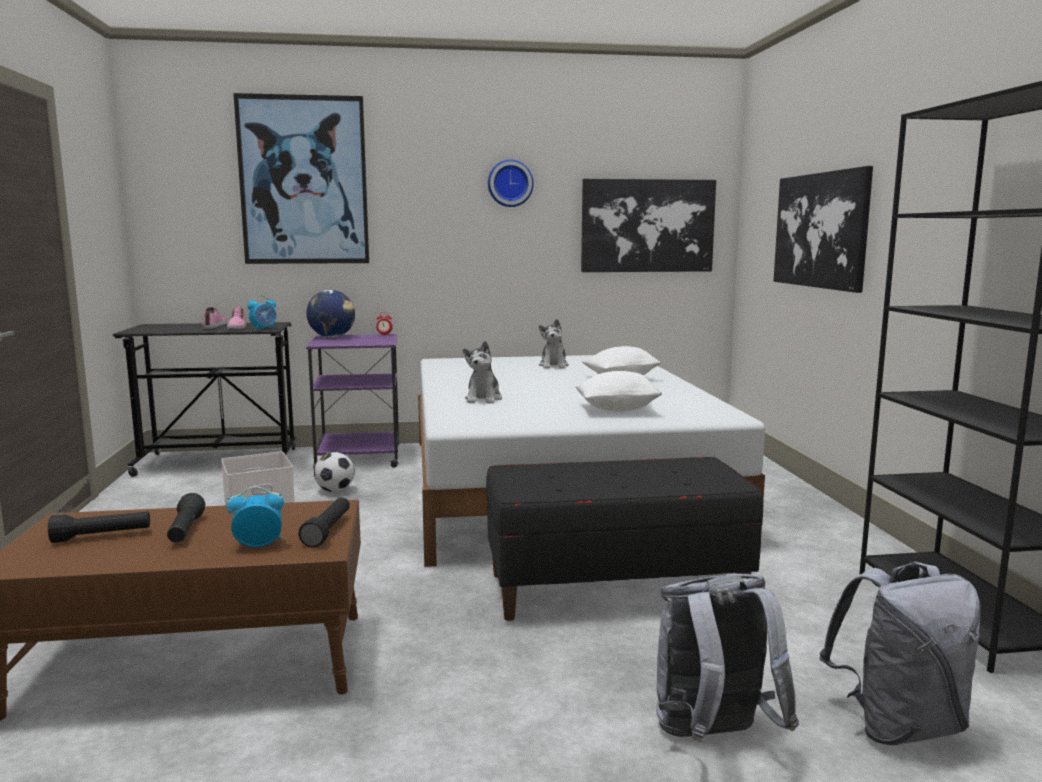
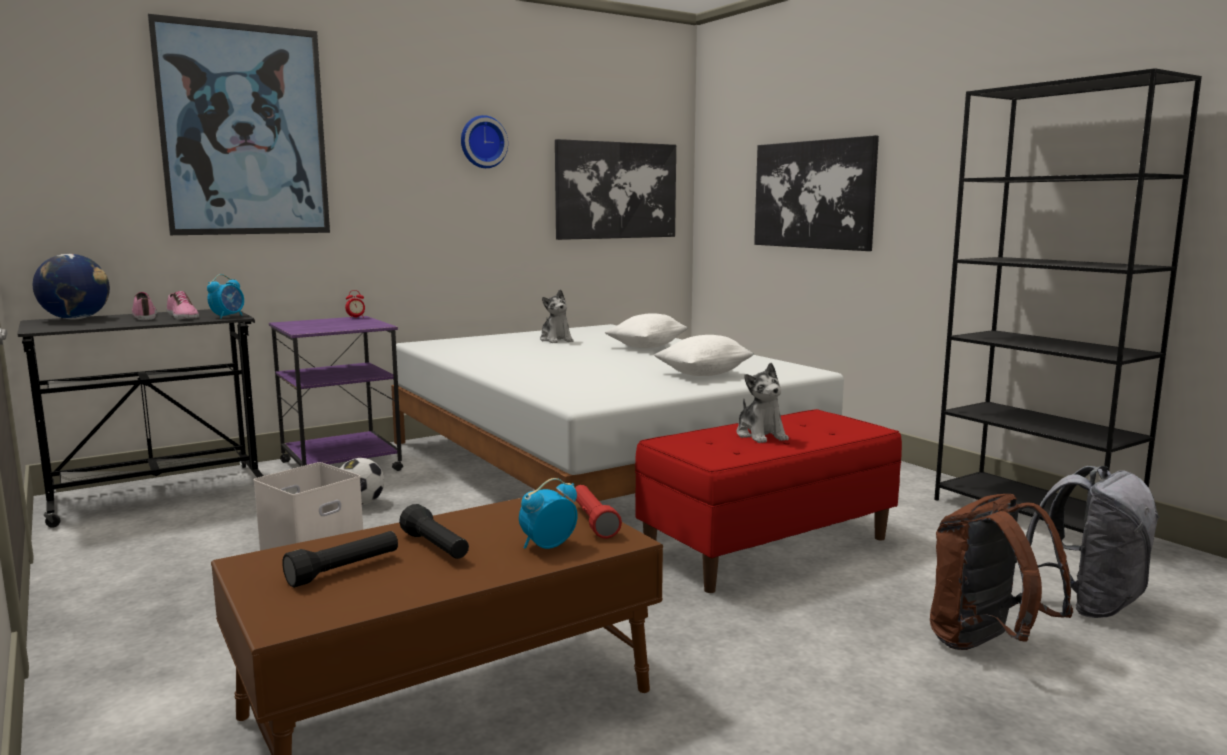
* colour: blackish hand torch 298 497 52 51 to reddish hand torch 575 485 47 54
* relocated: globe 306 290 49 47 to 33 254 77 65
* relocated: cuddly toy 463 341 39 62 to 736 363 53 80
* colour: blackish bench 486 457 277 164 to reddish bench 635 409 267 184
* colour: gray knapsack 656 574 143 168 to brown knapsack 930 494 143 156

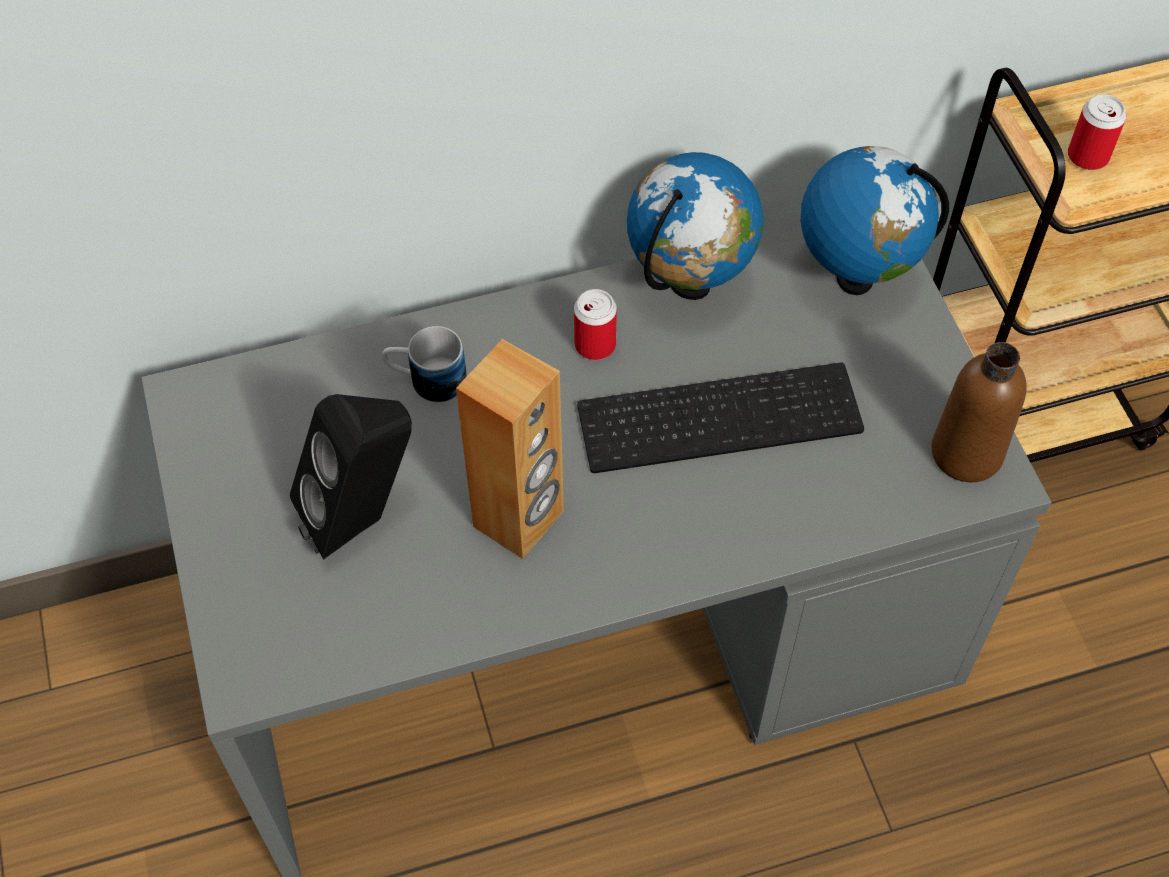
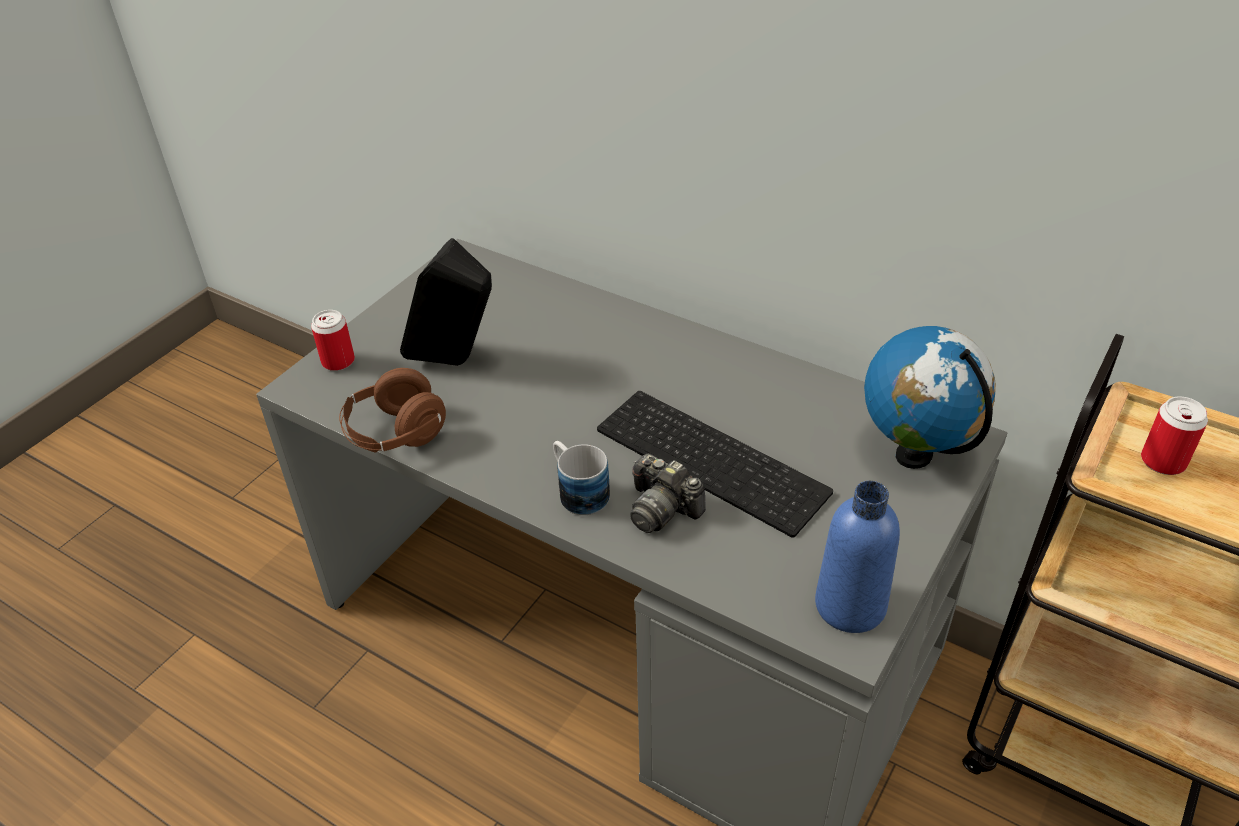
* relocated: tea mug 382 326 85 76 to 553 441 57 74
* missing: brown loudspeaker 456 339 108 220
* relocated: sealed can 574 289 43 71 to 311 310 44 61
* missing: globe 627 152 137 148
* colour: brown beverage bottle 931 342 96 140 to blue-coloured beverage bottle 815 481 85 152
* appeared: brown headphones 339 368 107 85
* appeared: still camera 630 453 76 80

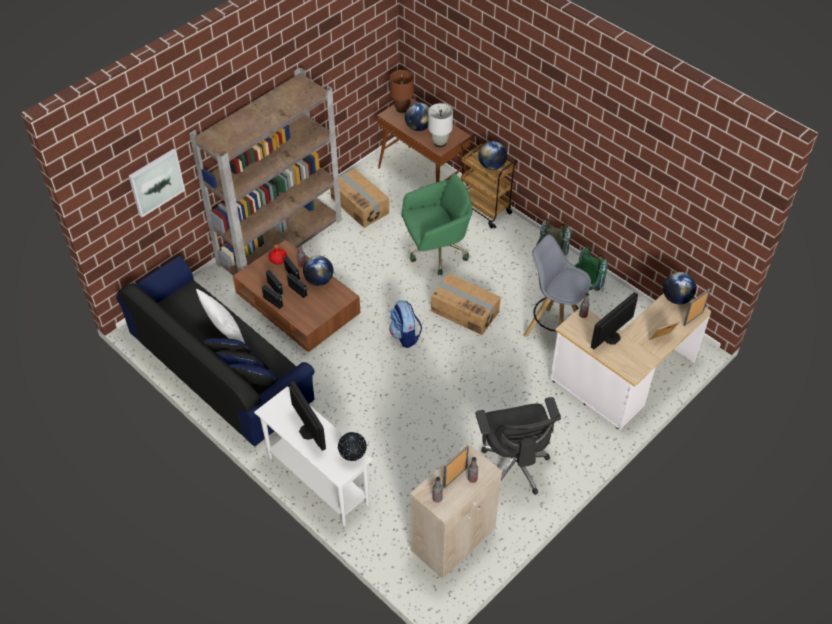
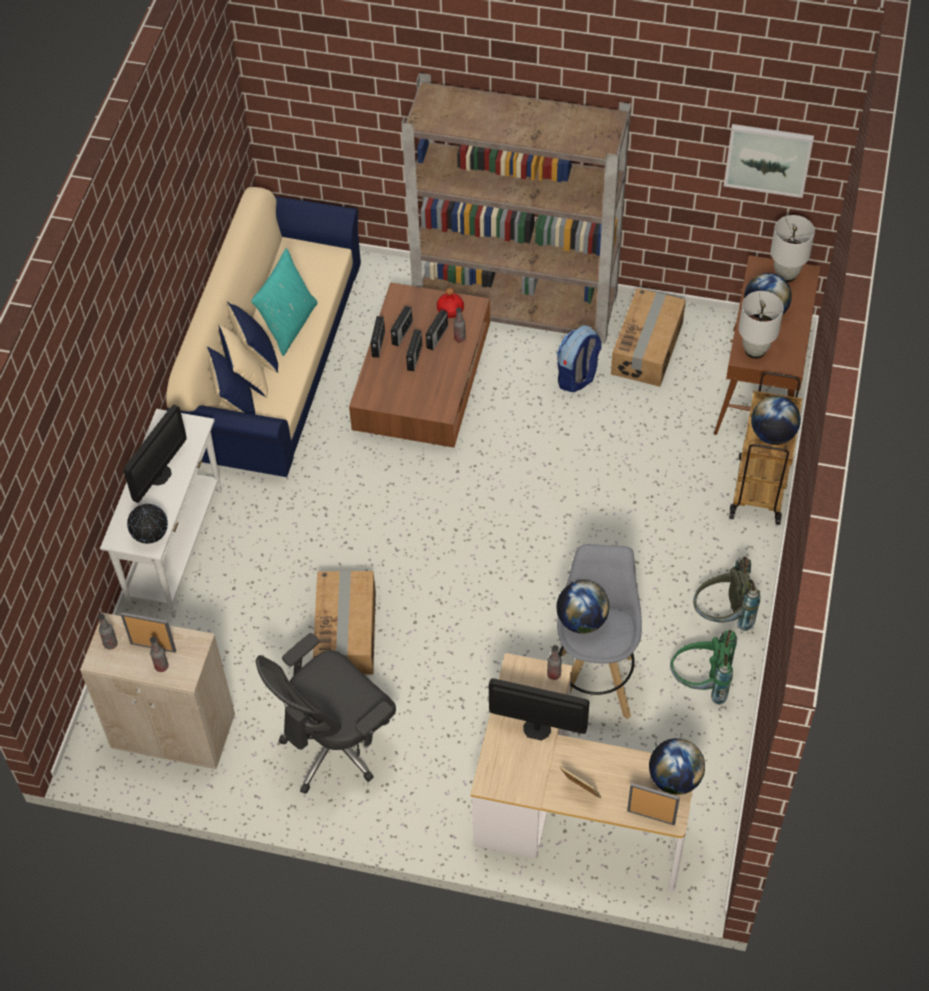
* colour: blackish sofa 116 256 199 191 to beige-coloured sofa 166 187 195 290
* relocated: wall art 129 149 56 68 to 724 124 90 74
* colour: white throw pillow 196 289 49 54 to turquoise-coloured throw pillow 251 248 67 108
* relocated: globe 303 256 30 30 to 556 581 53 53
* relocated: knapsack 389 300 33 48 to 557 325 45 67
* colour: brown lamp for a table 390 70 24 43 to white lamp for a table 771 215 44 67
* missing: greenish desk chair 401 174 72 101
* relocated: packing box 431 274 70 61 to 313 571 63 104

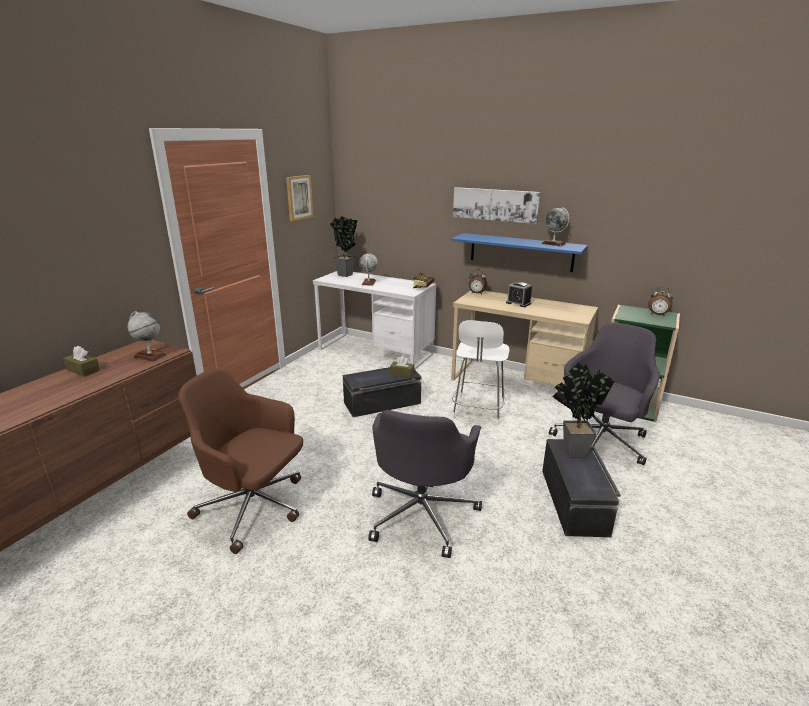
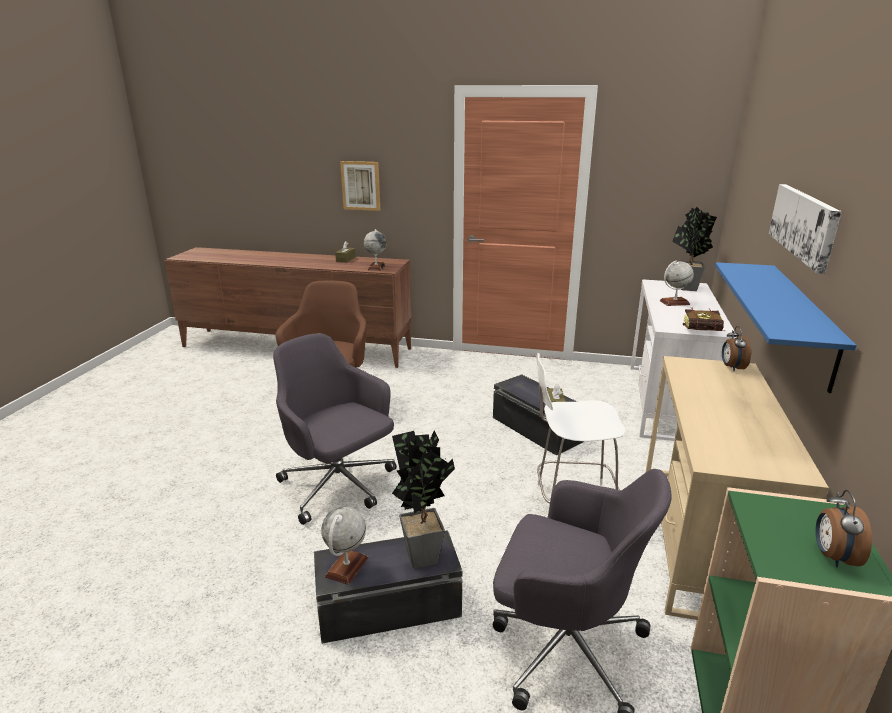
* relocated: wall art 286 175 27 46 to 340 161 40 50
* spun: gray desk chair 368 410 114 148 = 273 333 124 192 45 degrees clockwise
* missing: bedside clock 506 282 26 25
* relocated: globe 541 207 29 39 to 321 507 47 78

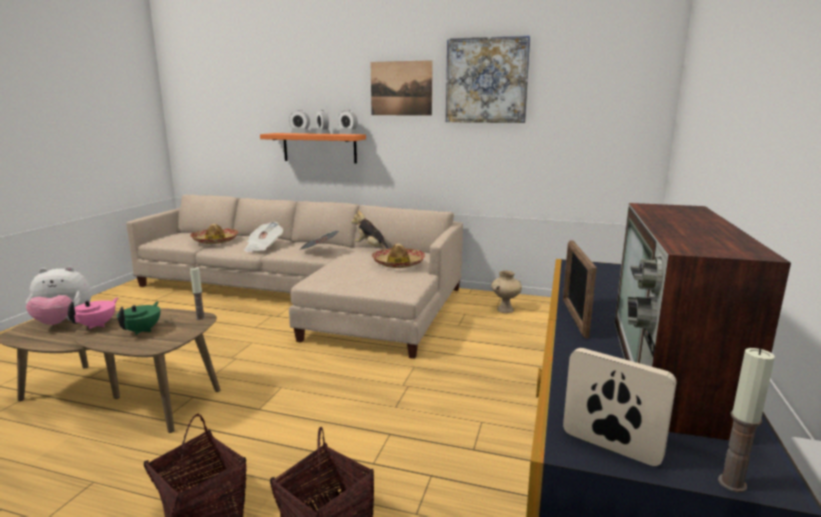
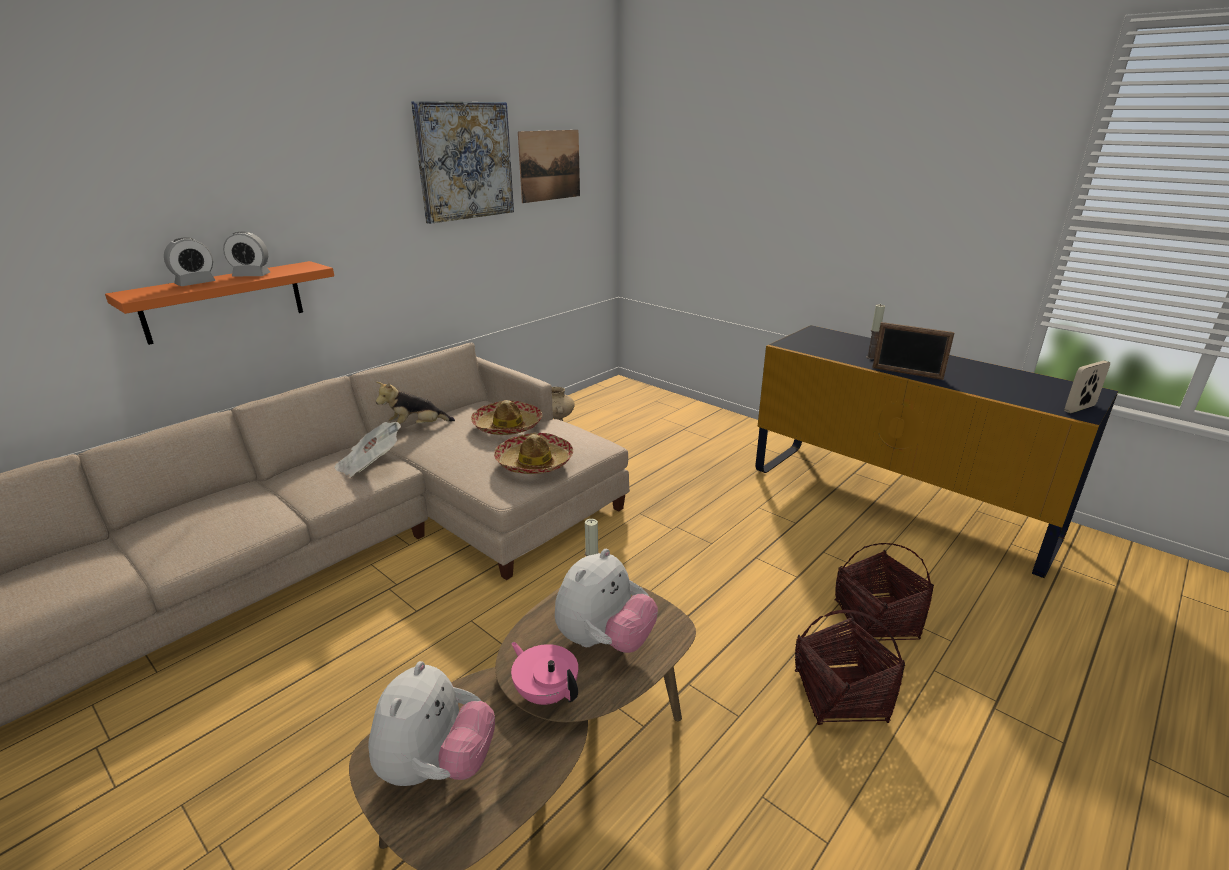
* exchanged: greenish pot for tea 117 301 43 34 to cuddly toy 555 549 103 104
* relocated: clothing hat 190 224 49 20 to 494 433 79 41
* missing: printed paper 244 222 39 30
* missing: bedside clock 338 110 20 24
* relocated: wall art 371 60 62 56 to 518 130 62 73
* missing: television 614 203 177 237
* relocated: candle 718 348 57 144 to 866 304 19 55

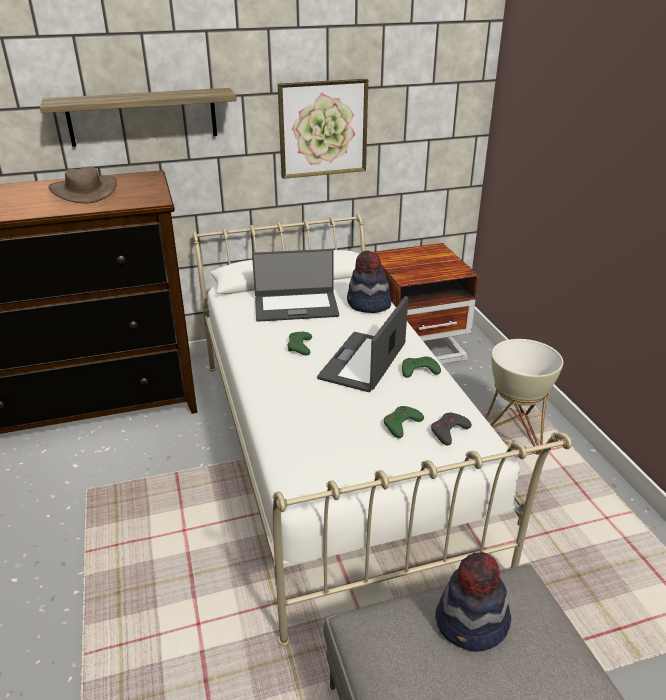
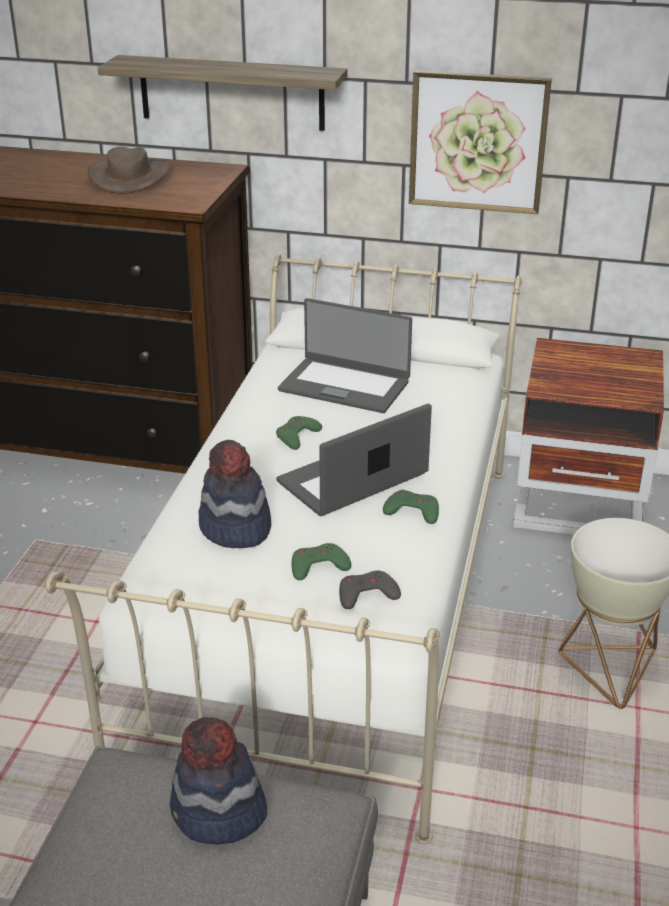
* relocated: clothing hat 347 251 44 62 to 198 440 73 108

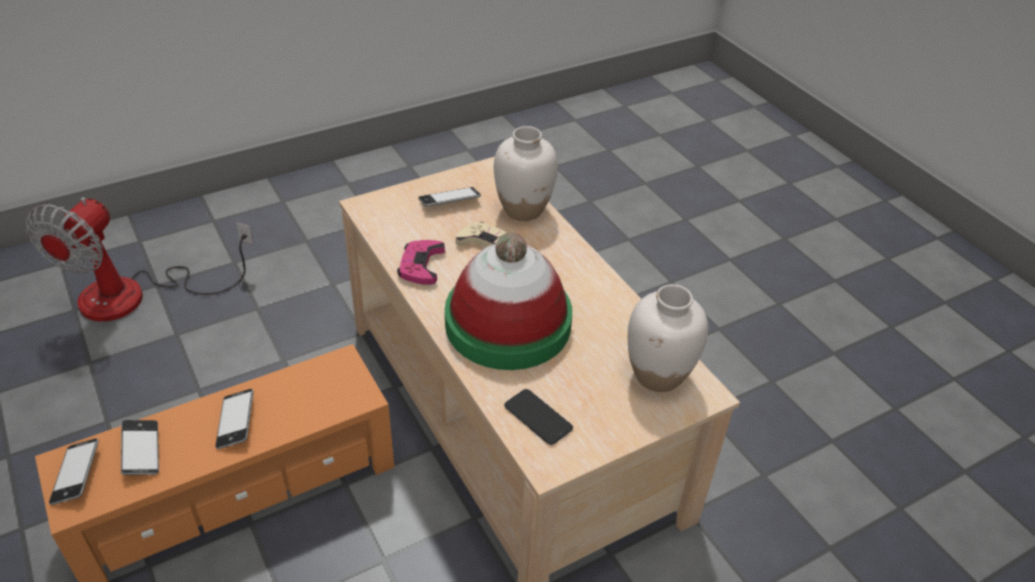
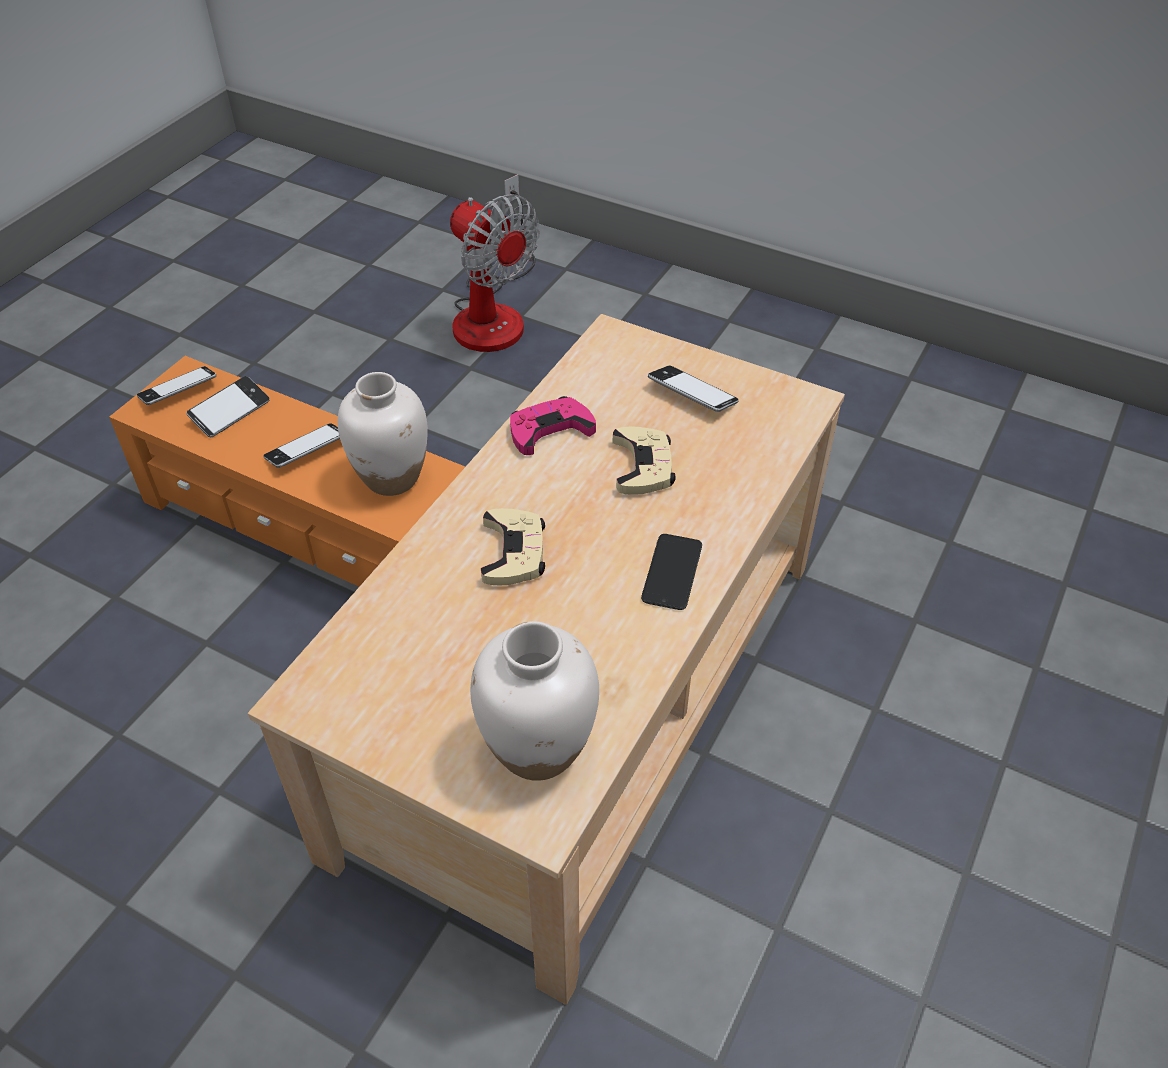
* spun: cooling fan 26 197 228 124 = 450 174 89 178 120 degrees counterclockwise
* exchanged: clothing hat 445 232 127 138 to beige-coloured gamepad 481 508 64 77
* relocated: white decorative vase 494 126 64 95 to 337 372 91 124
* relocated: telephone 504 389 69 56 to 641 534 61 76

